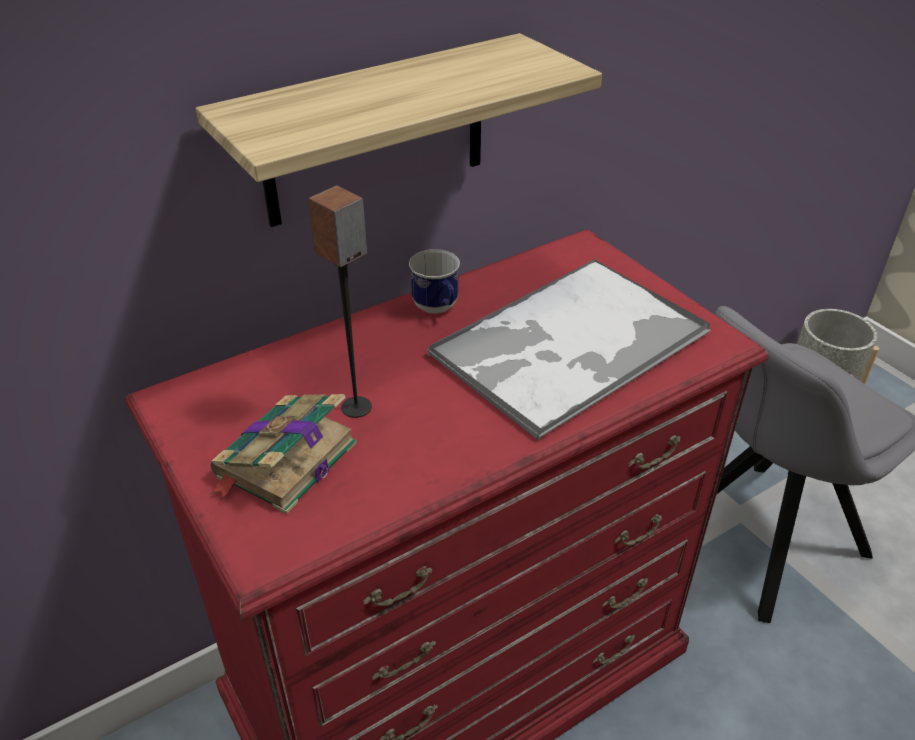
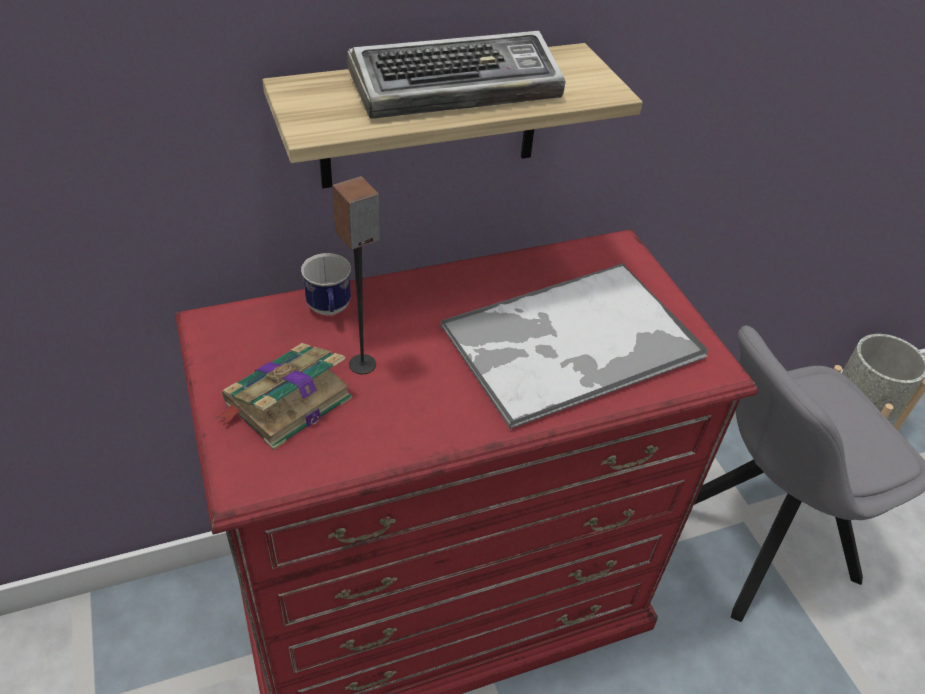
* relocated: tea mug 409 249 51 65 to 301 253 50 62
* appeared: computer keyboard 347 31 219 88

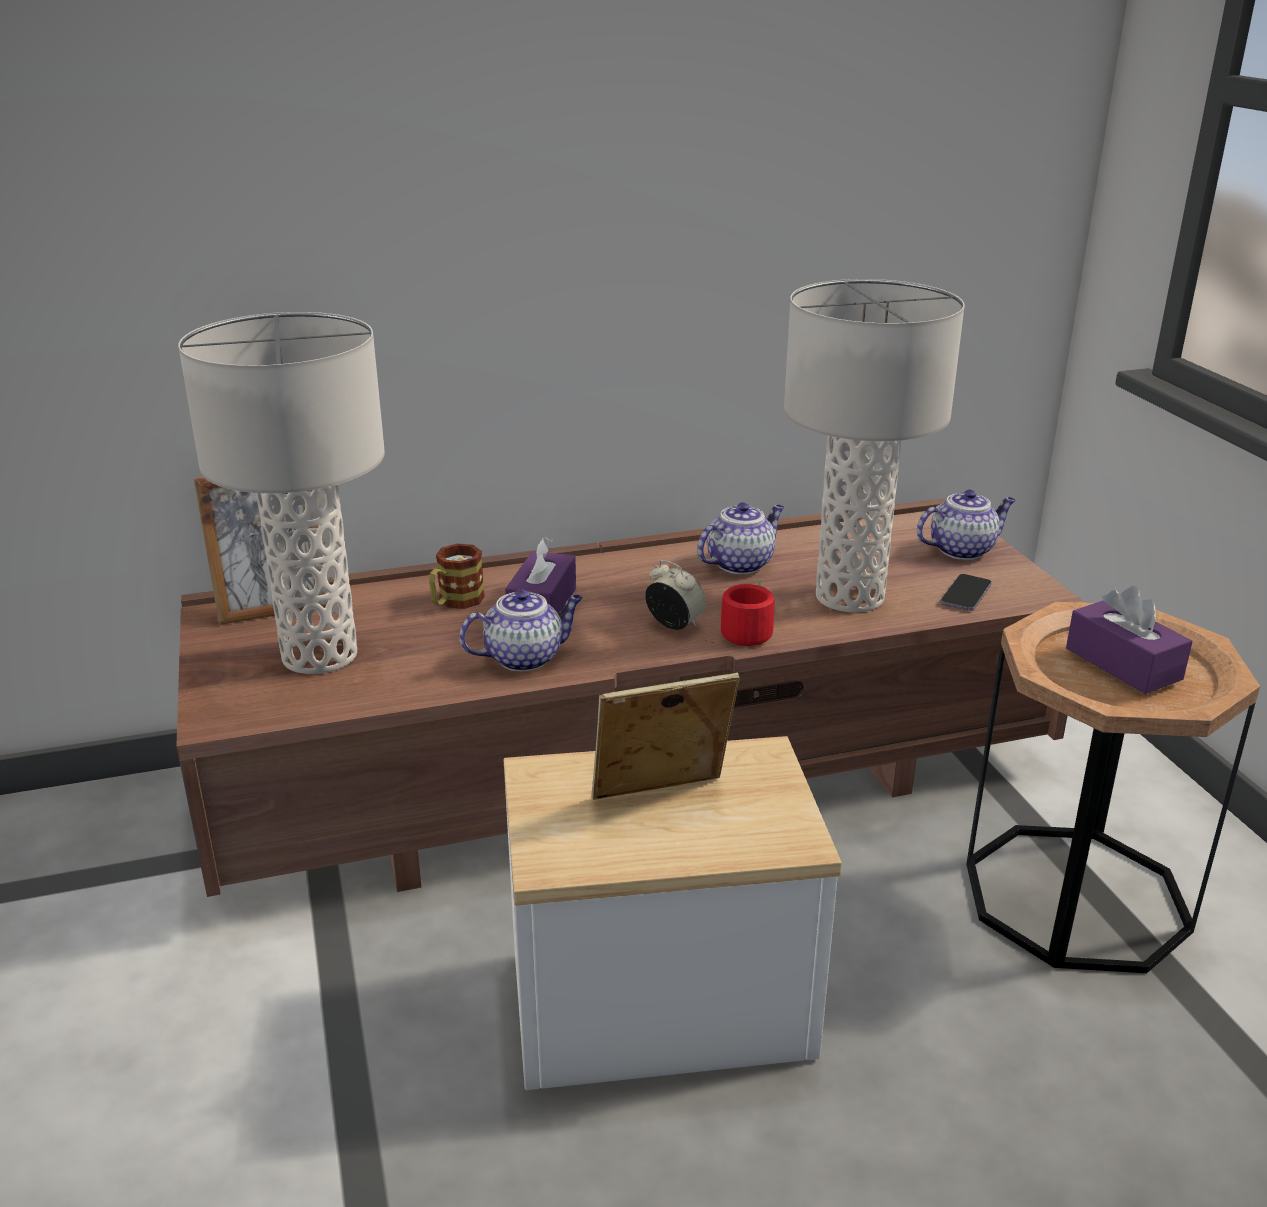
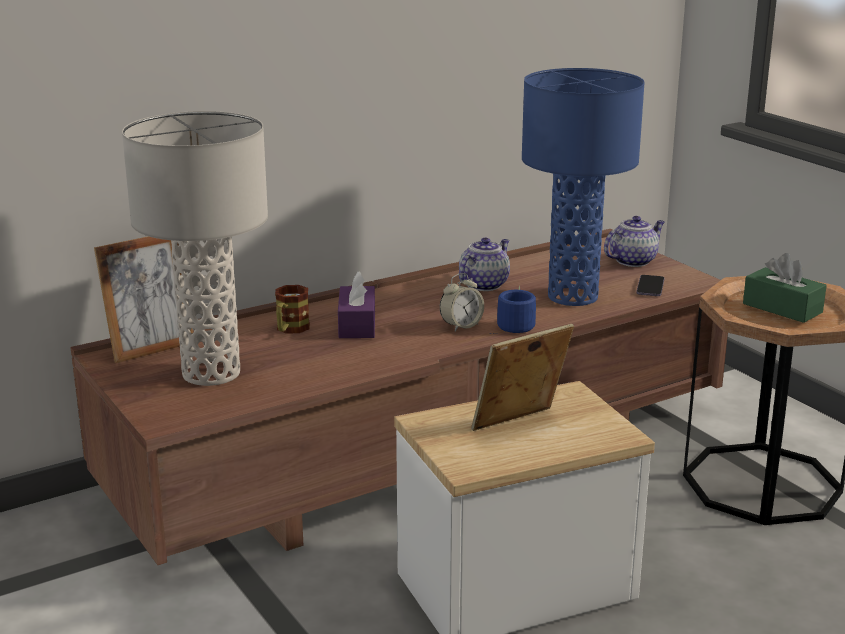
* missing: pot for tea 459 590 124 82
* spun: bedside clock 645 560 61 70 = 440 273 44 58 120 degrees clockwise
* colour: reddish tea mug 707 579 67 67 to blue-coloured tea mug 490 285 46 49
* colour: white lamp for a table 784 279 181 333 to blue-coloured lamp for a table 522 68 123 238
* colour: purple tissue holder 1066 586 126 108 to greenish tissue holder 743 253 84 70

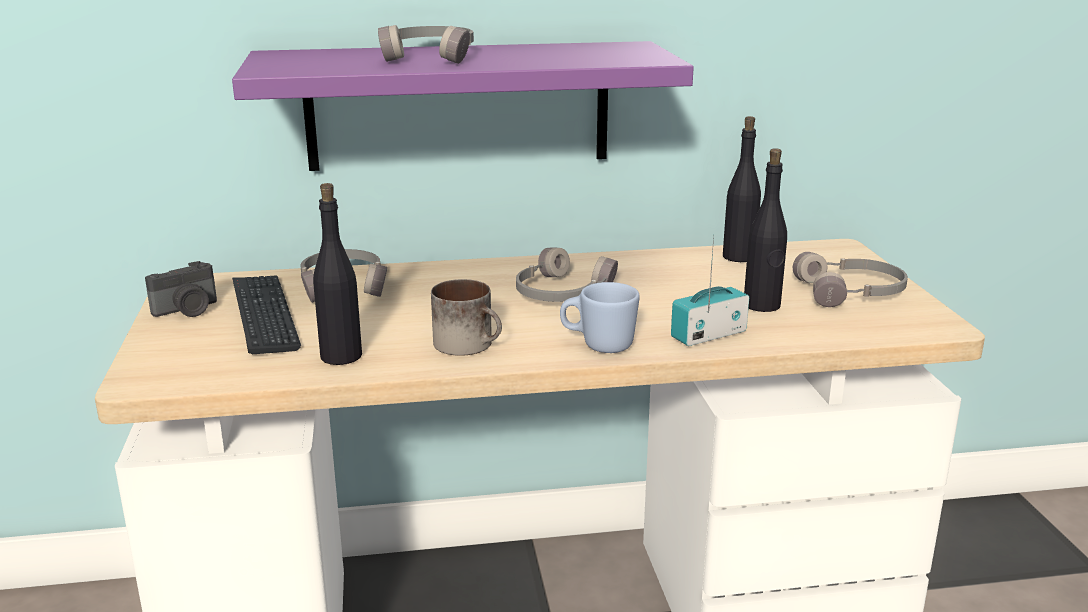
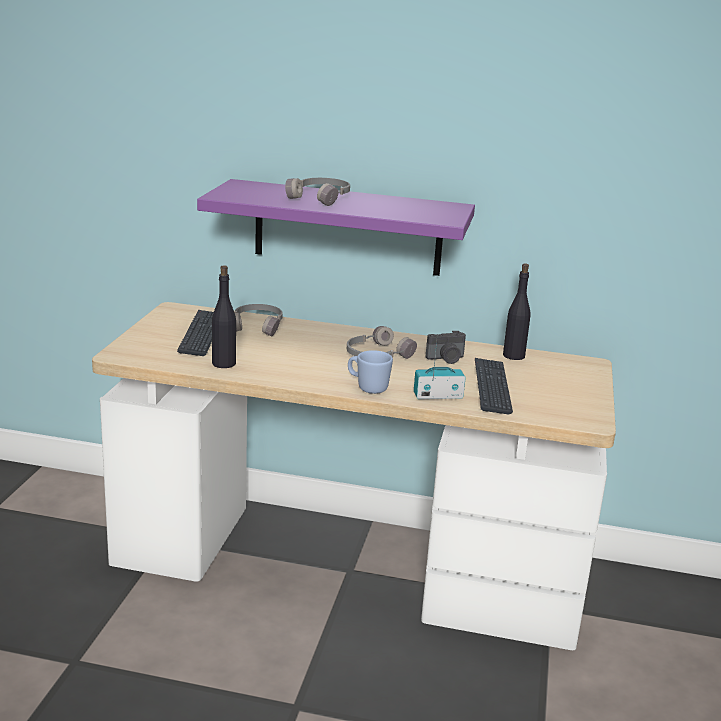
* relocated: still camera 145 261 72 56 to 426 331 40 33
* missing: tea mug 431 279 71 77
* exchanged: blackish beverage bottle 744 148 43 164 to computer keyboard 475 358 38 57
* missing: gray headphones 793 252 115 55

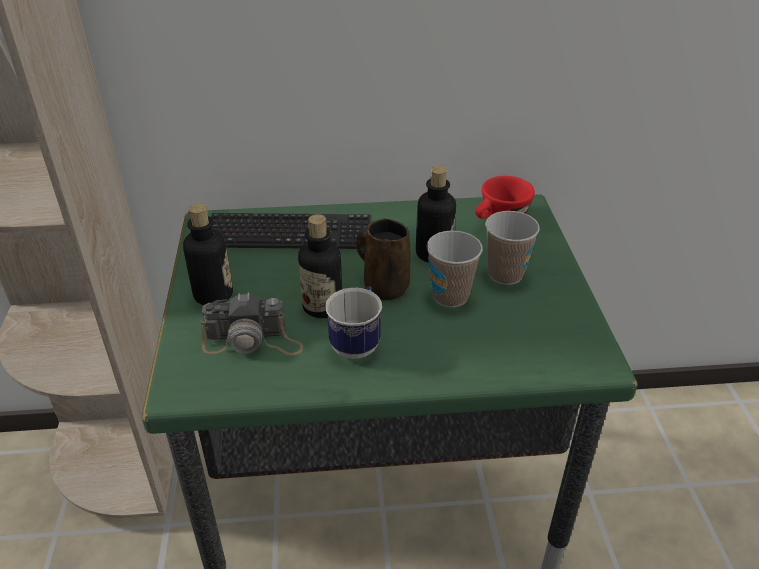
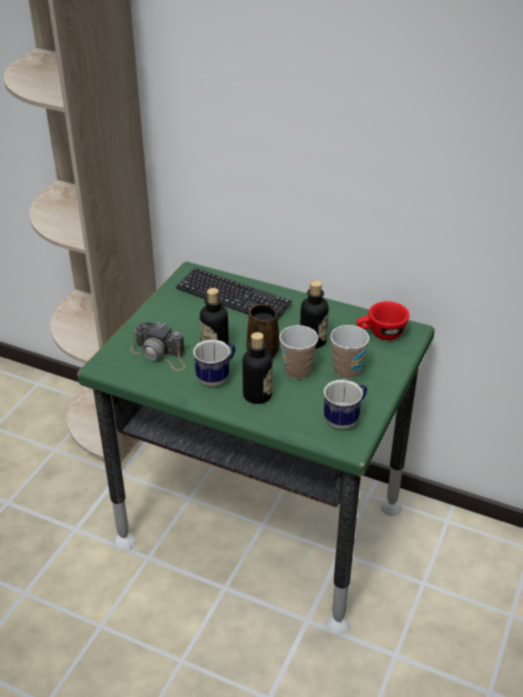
* relocated: beverage bottle 183 204 50 101 to 242 332 30 72
* appeared: tea mug 324 380 43 49

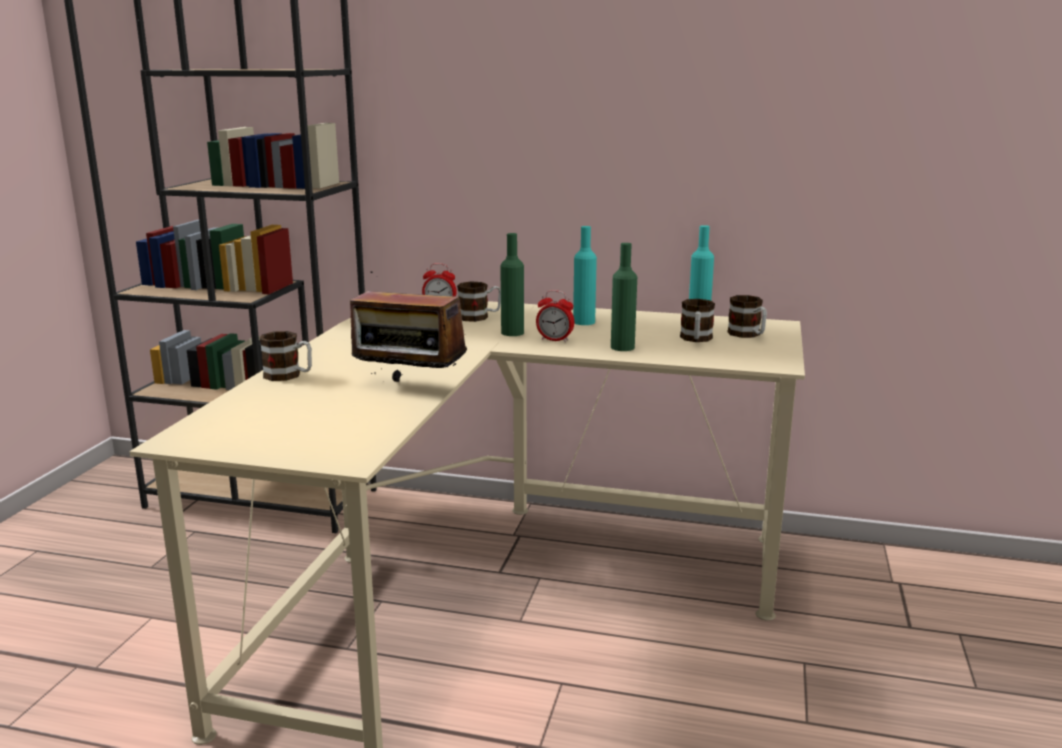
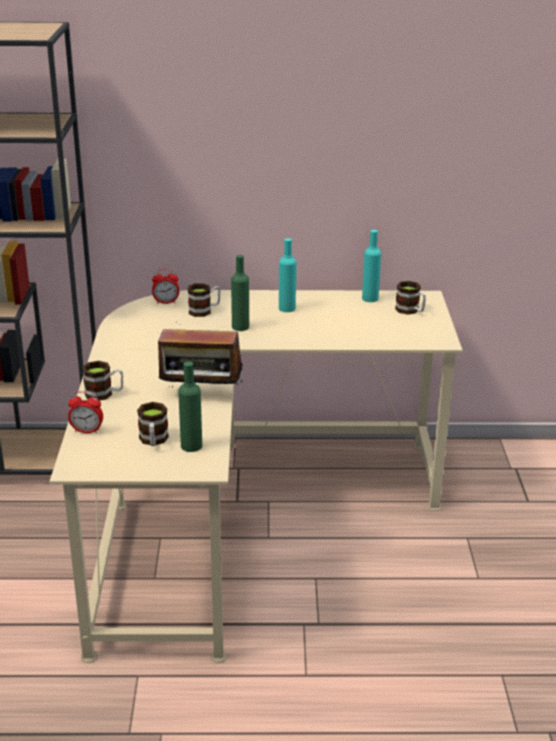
* relocated: bedside clock 536 290 38 52 to 68 391 35 42
* relocated: greenish beverage bottle 611 243 26 108 to 178 361 24 91
* relocated: tea mug 680 299 35 43 to 137 402 32 44

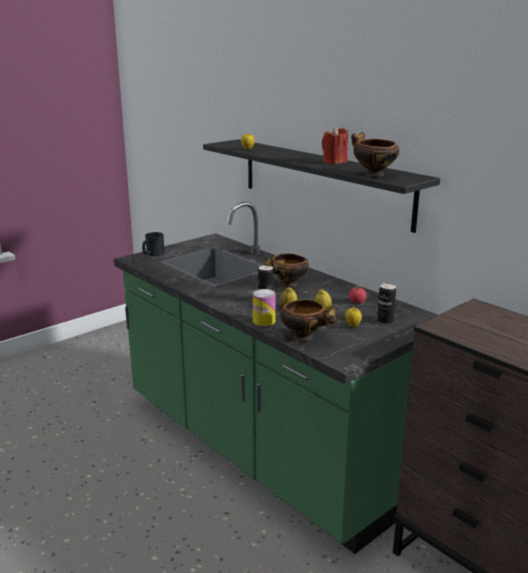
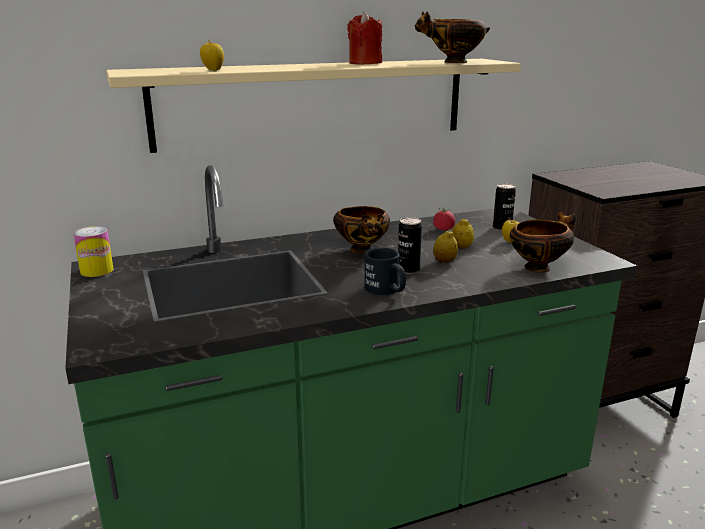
* relocated: blackish tea mug 142 232 23 24 to 364 248 42 47
* colour: blackish wall shelf 203 139 237 94 to beige-coloured wall shelf 106 59 415 94
* relocated: sealed can 253 289 23 37 to 73 226 41 51

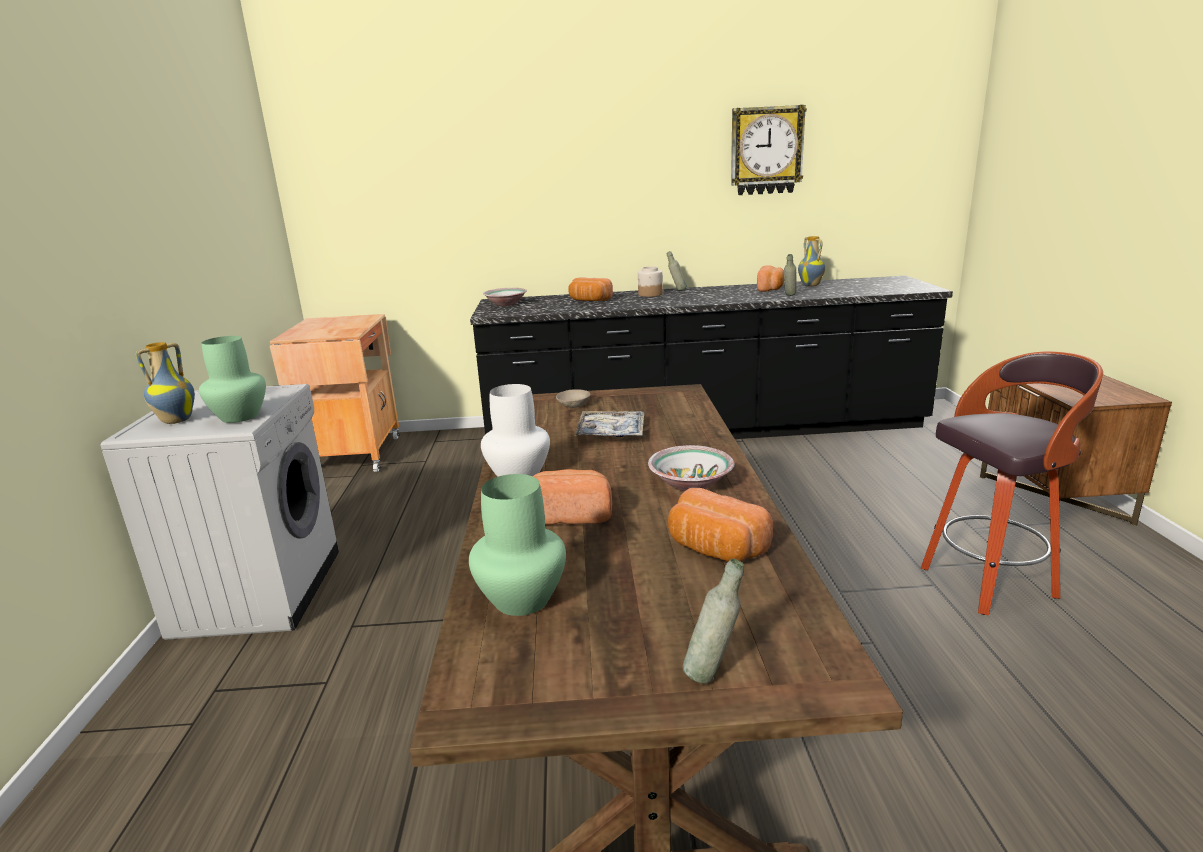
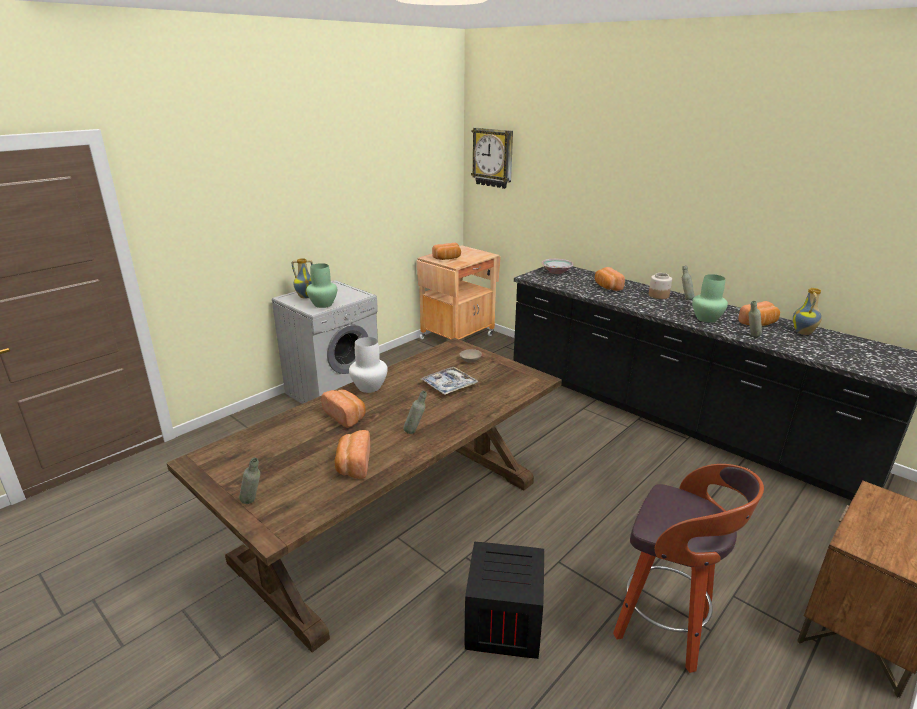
* relocated: greenish decorative vase 469 474 97 142 to 692 274 36 49
* exchanged: serving bowl 648 445 87 46 to gray beverage bottle 404 391 23 43
* relocated: clock on the wall 731 105 76 90 to 471 128 42 61
* appeared: bread 432 243 29 17
* appeared: crate 465 542 79 117

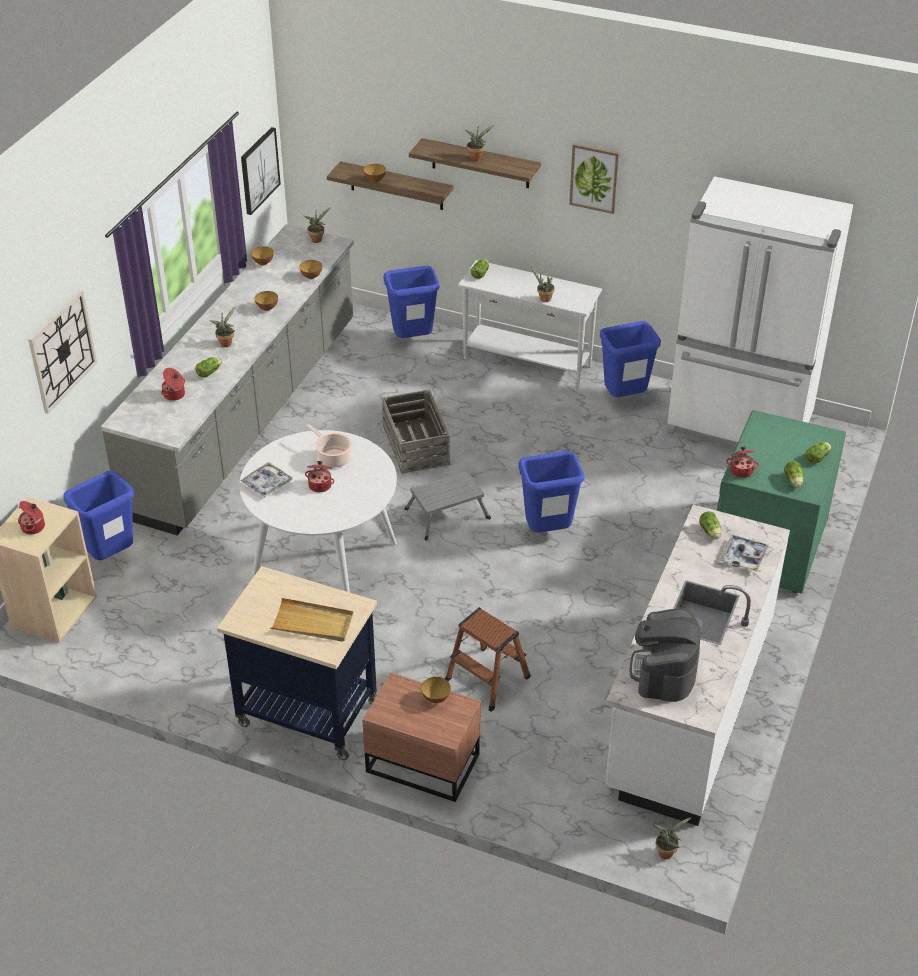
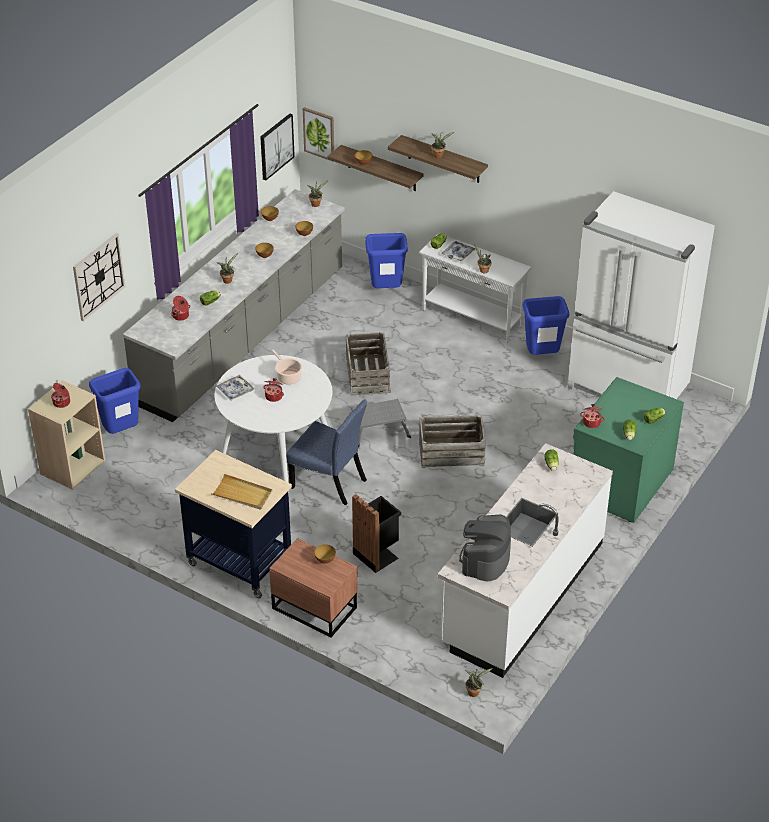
* exchanged: brown step stool 445 607 86 105 to blackish waste bin 352 494 49 79
* exchanged: blue-coloured waste bin 518 451 66 82 to crate 419 415 67 53
* relocated: wall art 569 143 51 71 to 303 107 31 54
* relocated: serving tray 720 535 49 37 to 441 241 34 21
* appeared: blue-coloured upright chair 286 399 81 106

